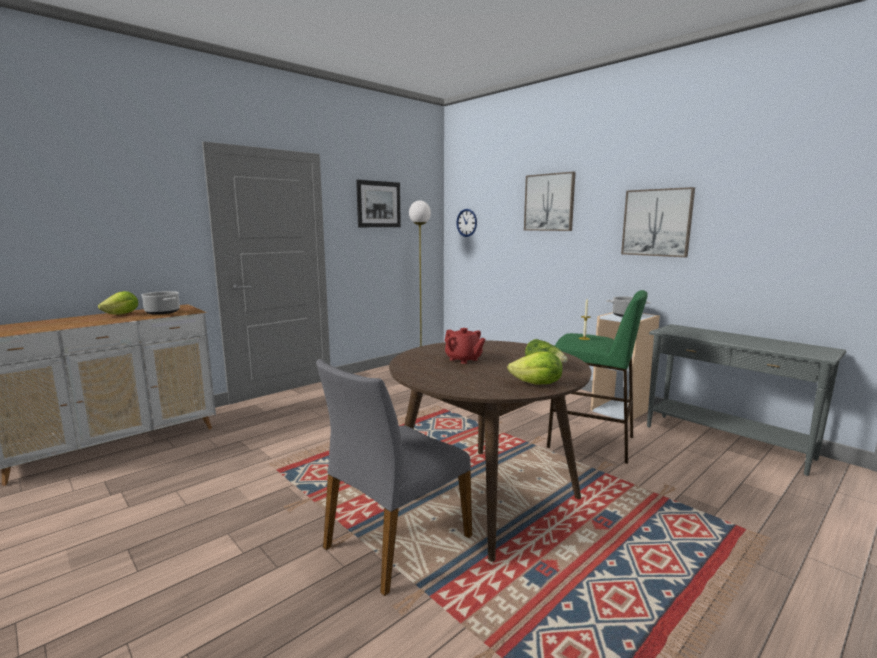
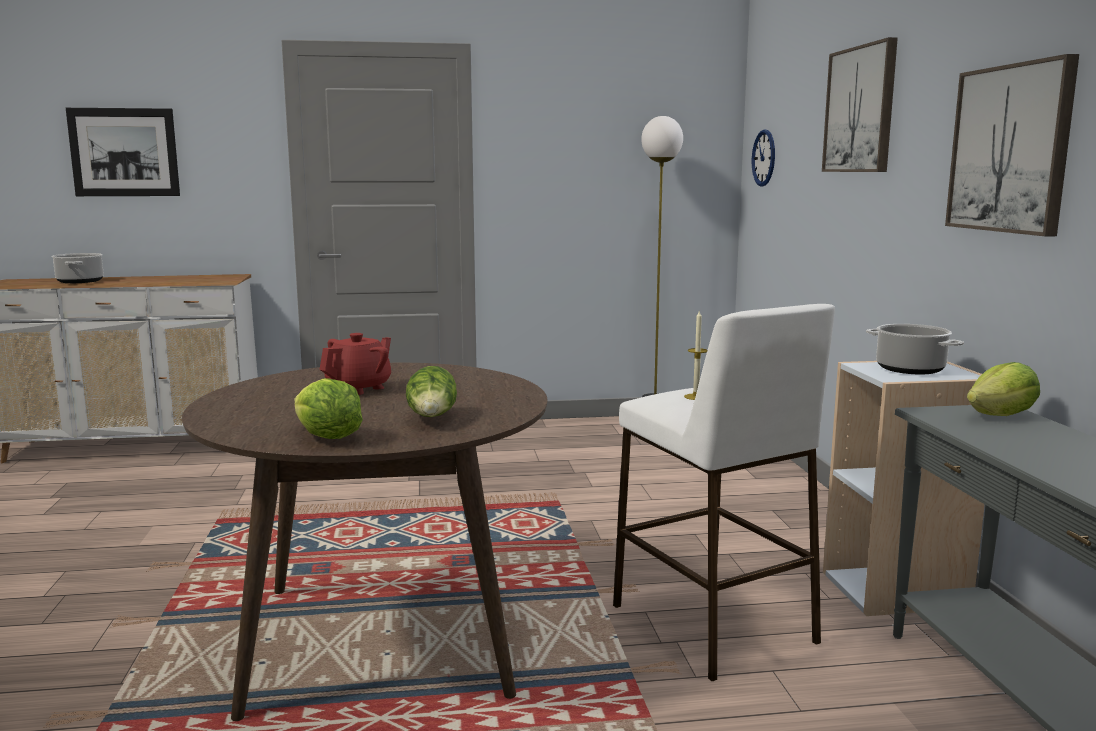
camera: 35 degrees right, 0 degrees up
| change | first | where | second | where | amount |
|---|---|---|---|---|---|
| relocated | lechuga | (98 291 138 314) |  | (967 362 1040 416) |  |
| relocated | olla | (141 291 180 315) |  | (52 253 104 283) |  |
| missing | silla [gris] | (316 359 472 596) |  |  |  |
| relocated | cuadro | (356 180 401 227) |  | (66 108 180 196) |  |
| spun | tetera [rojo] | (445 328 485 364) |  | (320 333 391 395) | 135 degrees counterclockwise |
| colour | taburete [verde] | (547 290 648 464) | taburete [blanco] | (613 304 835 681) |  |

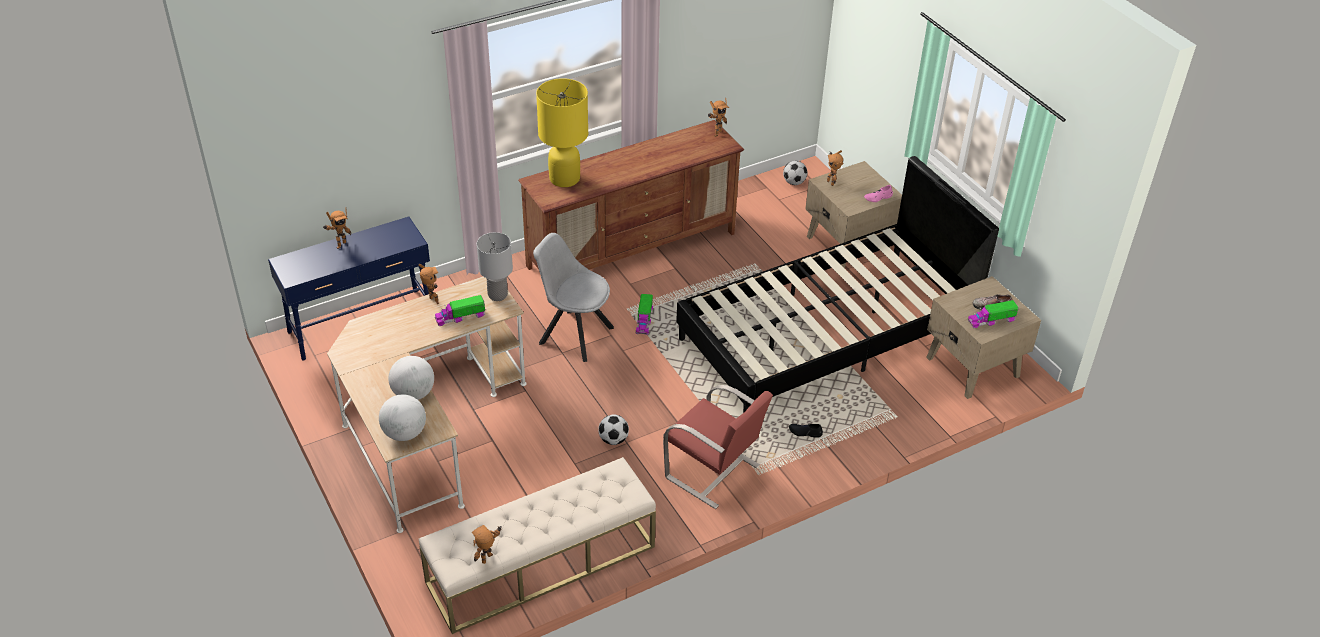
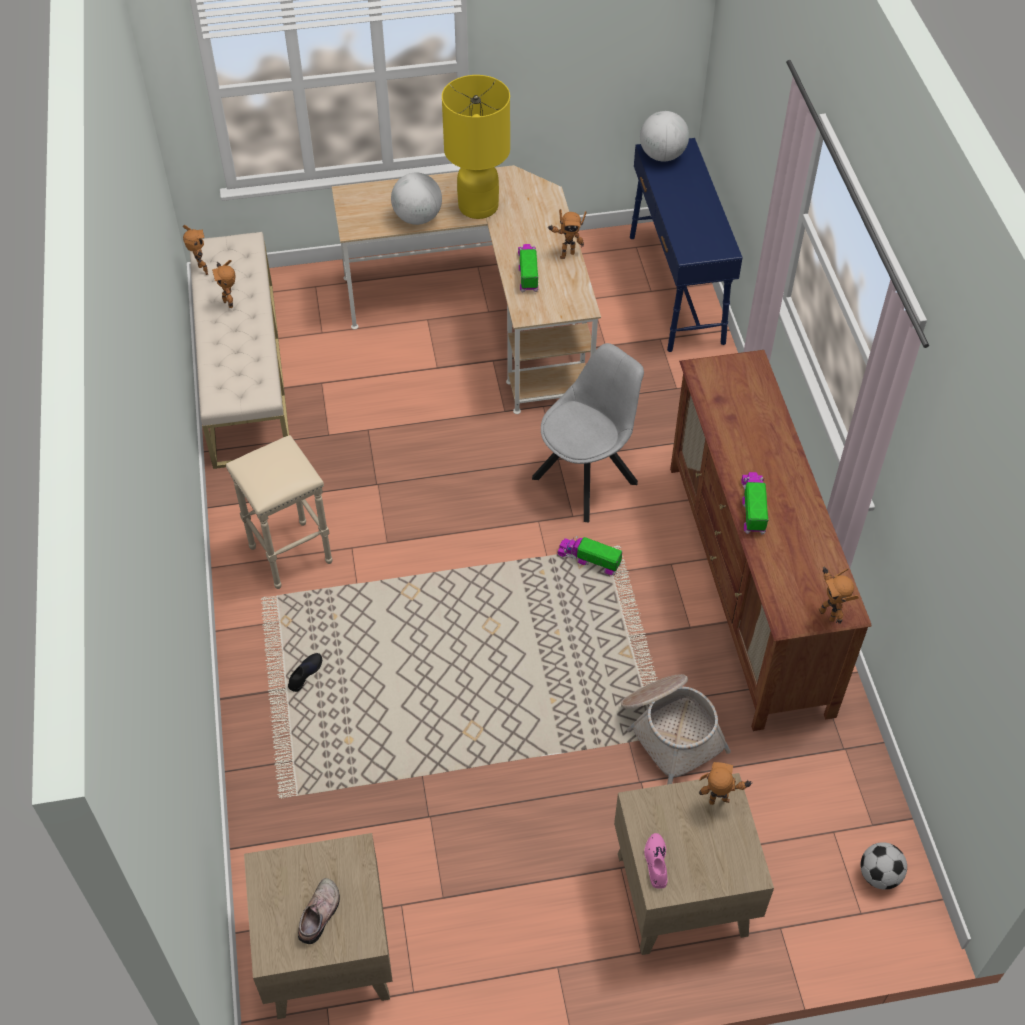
camera: 110 degrees right, 10 degrees up
| change | first | where | second | where | amount |
|---|---|---|---|---|---|
| relocated | robot de juguete | (323 207 351 249) |  | (212 260 235 308) |  |
| relocated | globo terráqueo | (379 394 426 441) |  | (640 111 689 162) |  |
| missing | lámpara de mesa [gris] | (477 232 513 301) |  |  |  |
| relocated | lámpara de mesa [amarillo] | (536 78 588 187) |  | (442 75 510 219) |  |
| missing | balón de fútbol | (599 414 629 445) |  |  |  |
| exchanged | silla [rojo] | (663 385 773 509) | taburete [beis] | (226 435 332 589) |  |
| missing | cama [negro] | (676 156 999 413) |  |  |  |
| relocated | camión de juguete | (968 300 1019 328) |  | (741 472 768 535) |  |
| appeared |  |  | cesta | (621 674 731 785) |  |

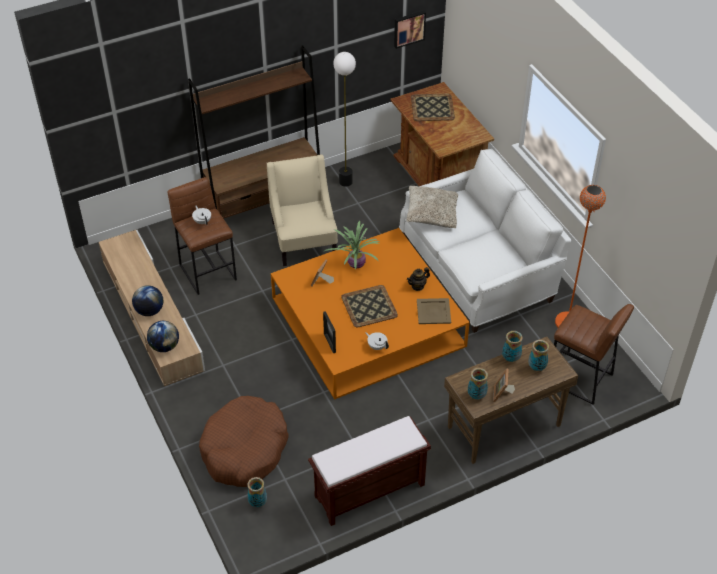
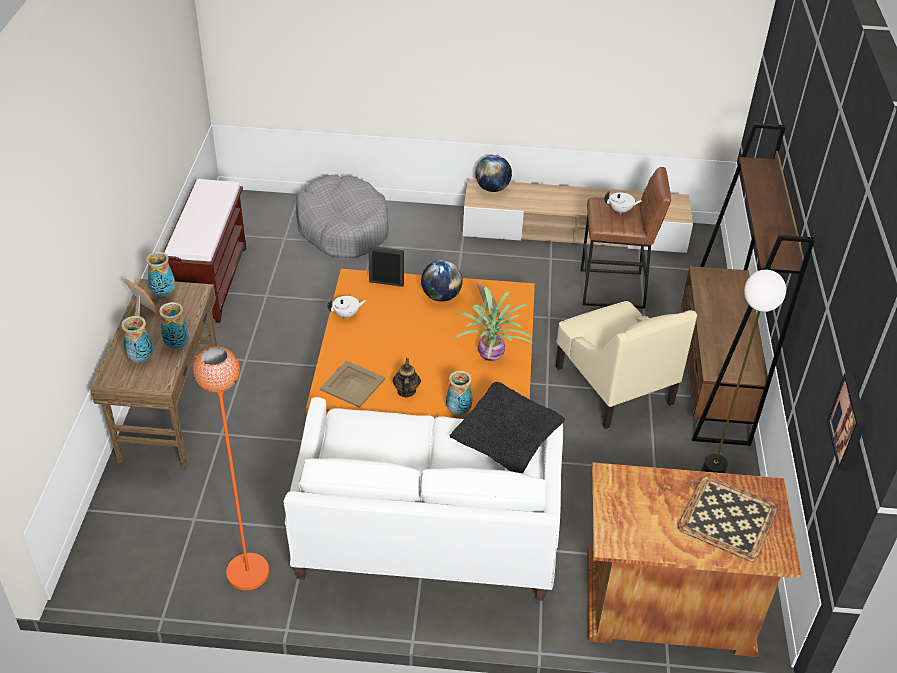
camera: 120 degrees right, 5 degrees down
| change | first | where | second | where | amount |
|---|---|---|---|---|---|
| relocated | globo terráqueo | (132 285 163 316) |  | (421 260 463 302) |  |
| colour | cama para perro [marrón] | (199 396 289 487) | cama para perro [gris] | (296 175 388 258) |  |
| relocated | florero | (247 477 267 507) |  | (446 371 473 415) |  |
| spun | sillón [beis] | (267 155 338 267) |  | (556 301 697 430) | 45 degrees clockwise |
| missing | bandeja | (341 285 398 328) |  |  |  |
| colour | cojín [beis] | (407 186 458 228) | cojín [negro] | (449 382 565 474) |  |
| missing | taburete [marrón] | (554 304 634 405) |  |  |  |

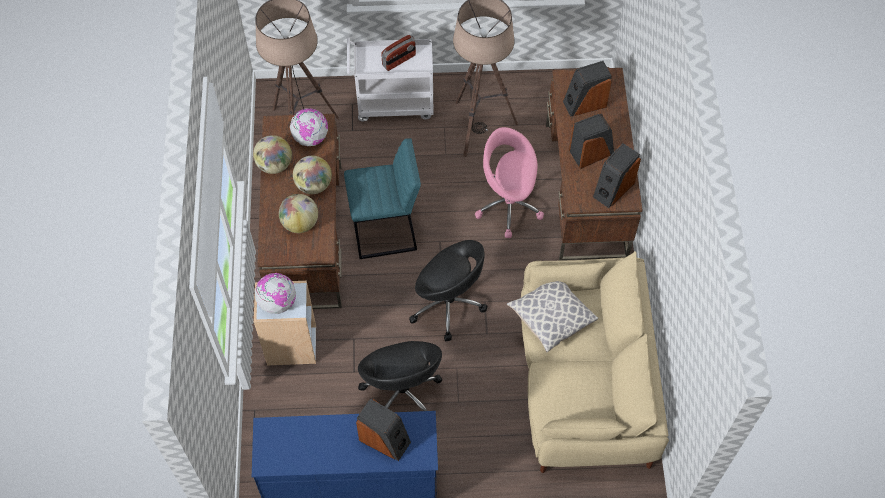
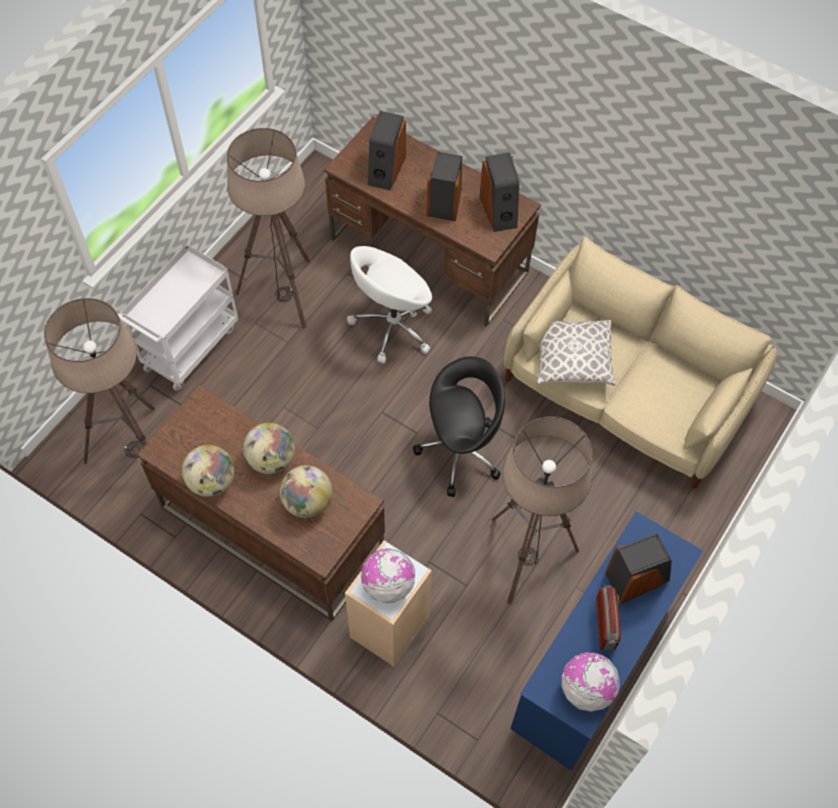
camera: 55 degrees left, 0 degrees up
| change | first | where | second | where | amount |
|---|---|---|---|---|---|
| relocated | globo terráqueo | (290 108 328 146) |  | (561 652 620 712) |  |
| missing | taburete [turquesa] | (344 138 421 259) |  |  |  |
| exchanged | silla de oficina [negro] | (358 341 442 411) | lámpara de pie | (491 417 593 605) |  |
| relocated | radio | (381 35 416 71) |  | (596 585 621 650) |  |
| colour | silla de oficina [rosa] | (475 127 544 238) | silla de oficina [blanco] | (347 246 432 364) |  |

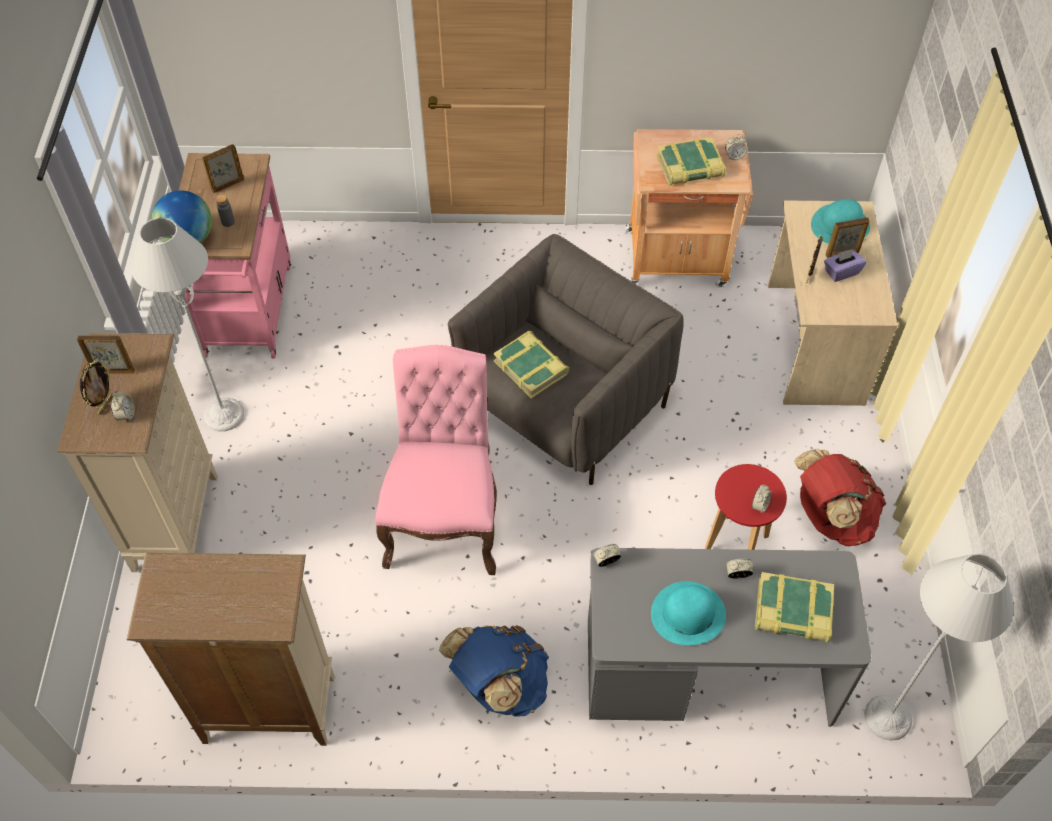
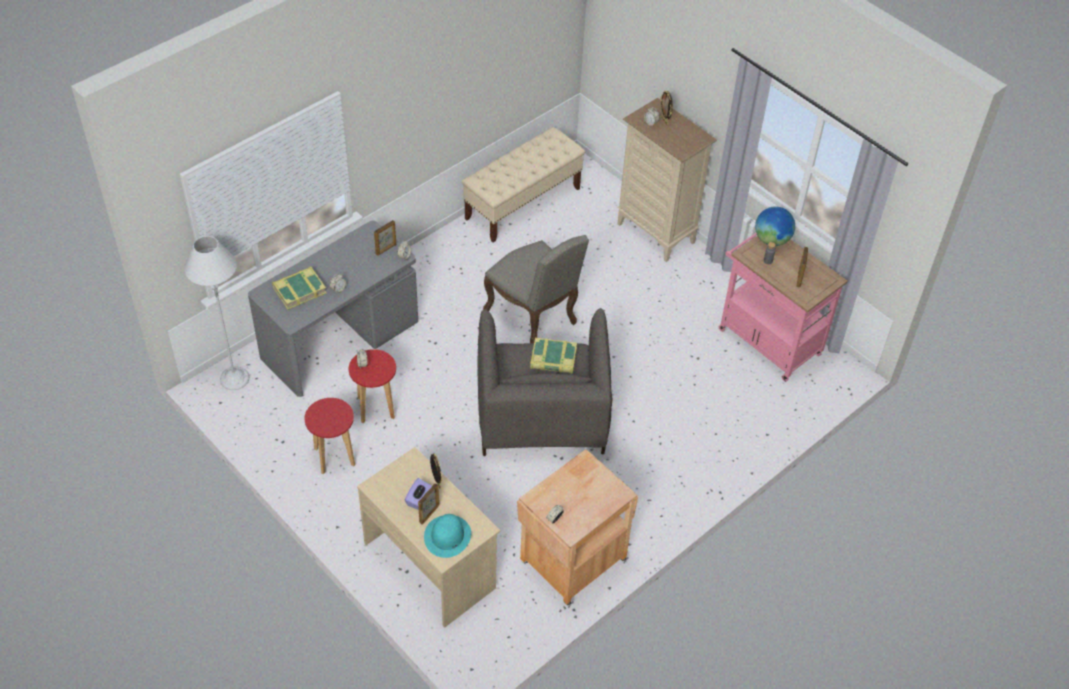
camera: 135 degrees right, 5 degrees down
| change | first | where | second | where | amount |
|---|---|---|---|---|---|
| relocated | portarretratos | (77 336 135 374) |  | (374 220 396 256) |  |
| exchanged | cómoda [beis] | (127 552 334 746) | banco [beis] | (462 127 585 243) |  |
| missing | lámpara de pie [gris] | (131 217 244 432) |  |  |  |
| colour | silla [rosa] | (375 345 497 575) | silla [gris] | (483 235 589 343) |  |
| missing | mochila [azul] | (439 625 549 717) |  |  |  |
| missing | sombrero [turquesa] | (651 581 726 645) |  |  |  |
| missing | libro | (656 137 726 186) |  |  |  |
| exchanged | mochila [rojo] | (794 449 886 546) | taburete [rojo] | (305 398 355 474) |  |

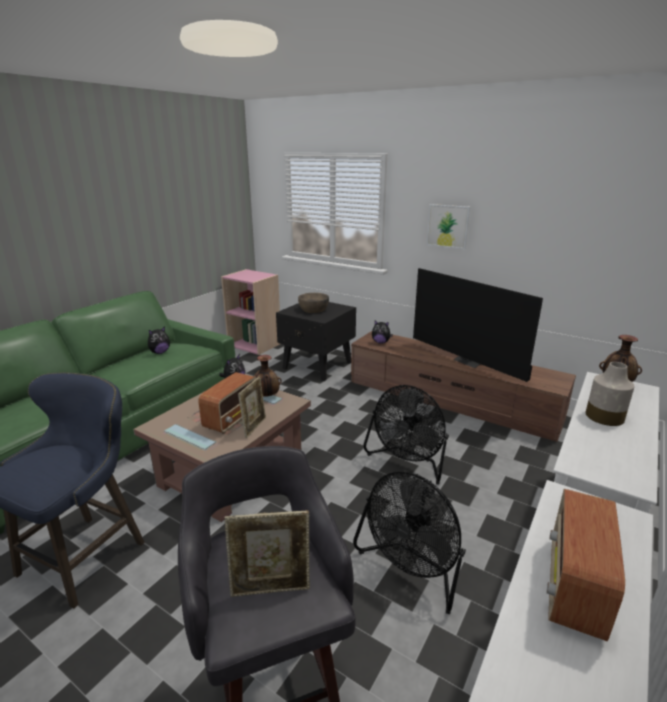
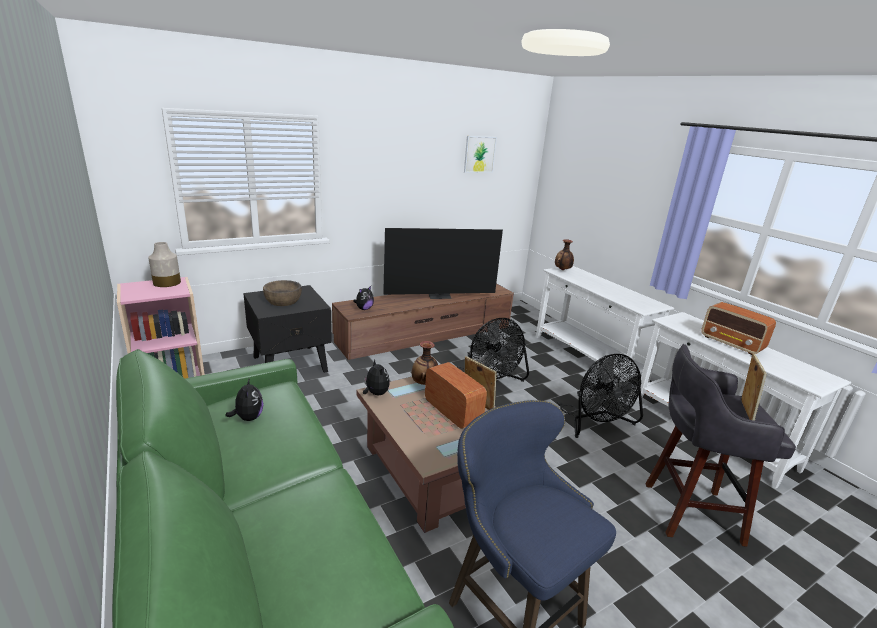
camera: 65 degrees left, 0 degrees up
| change | first | where | second | where | amount |
|---|---|---|---|---|---|
| relocated | cuadro | (427 204 470 249) |  | (464 136 497 173) |  |
| relocated | florero [beis] | (585 362 635 426) |  | (148 242 181 287) |  |

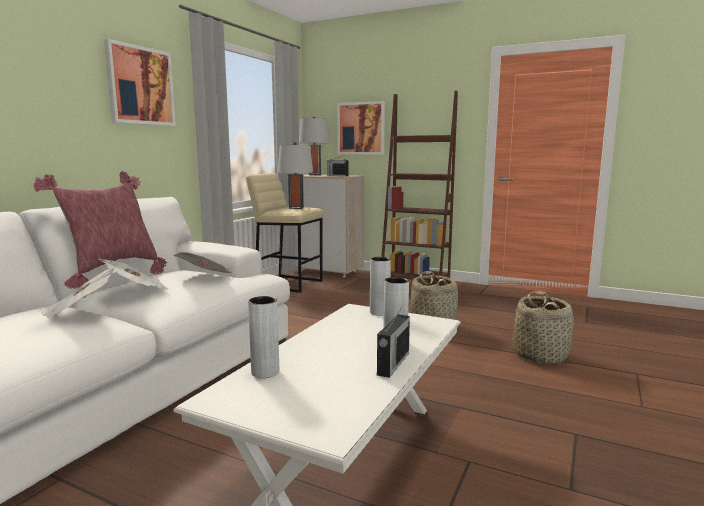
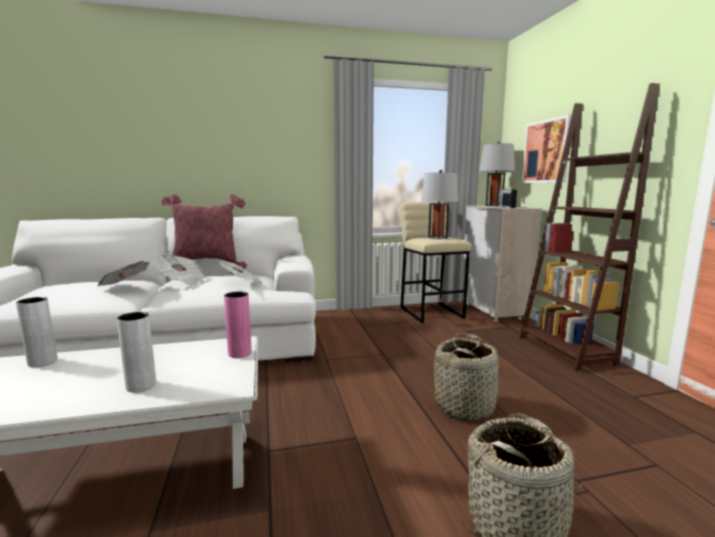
camera: 50 degrees right, 0 degrees up
| change | first | where | second | where | amount |
|---|---|---|---|---|---|
| missing | cuadro | (104 39 176 126) |  |  |  |
| colour | florero [gris] | (370 257 391 316) | florero [rosa] | (224 291 252 358) |  |
| missing | radio | (377 307 410 378) |  |  |  |

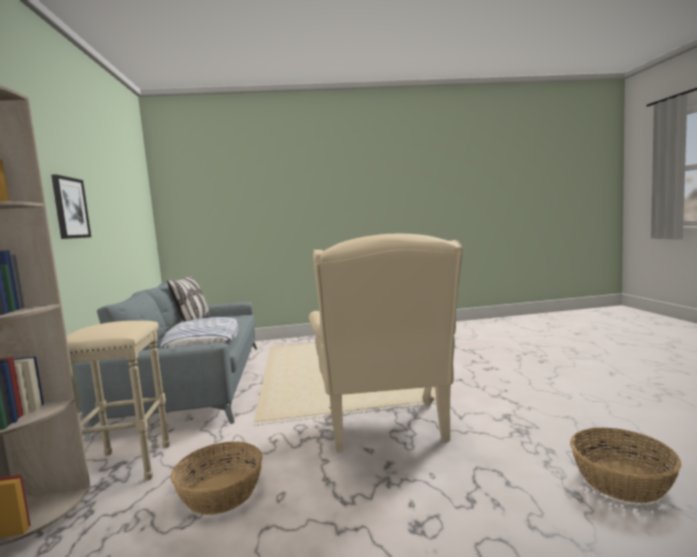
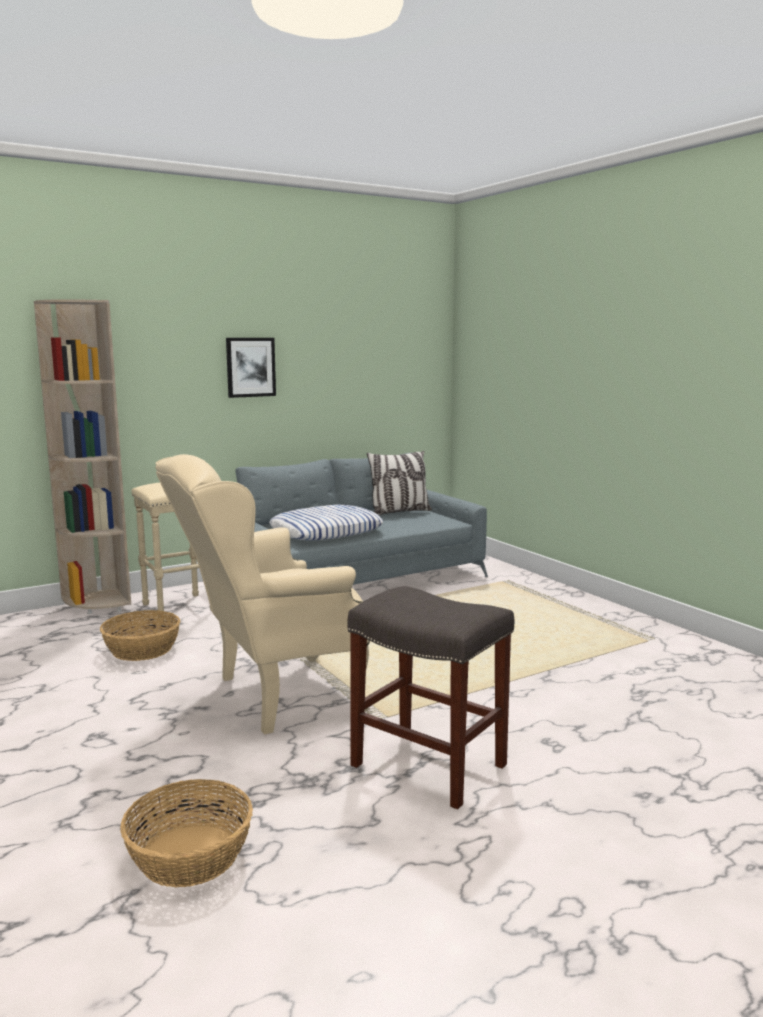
camera: 65 degrees right, 5 degrees up
| change | first | where | second | where | amount |
|---|---|---|---|---|---|
| appeared |  |  | taburete [gris] | (348 586 514 809) |  |

